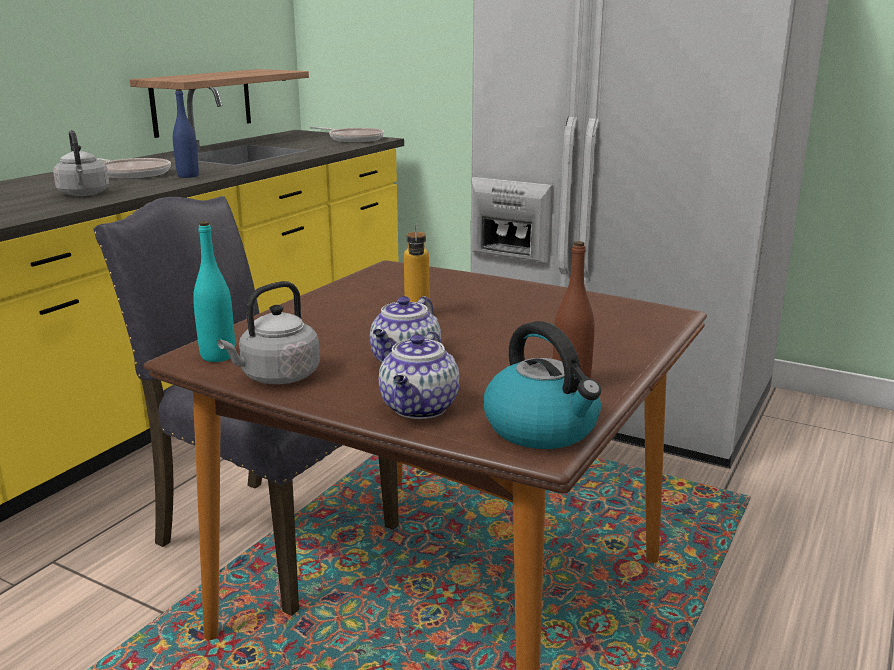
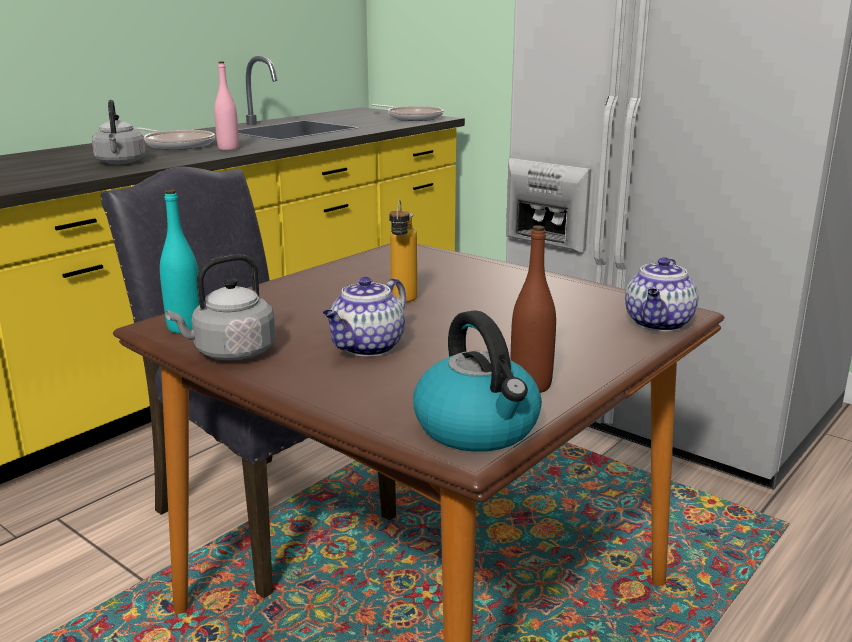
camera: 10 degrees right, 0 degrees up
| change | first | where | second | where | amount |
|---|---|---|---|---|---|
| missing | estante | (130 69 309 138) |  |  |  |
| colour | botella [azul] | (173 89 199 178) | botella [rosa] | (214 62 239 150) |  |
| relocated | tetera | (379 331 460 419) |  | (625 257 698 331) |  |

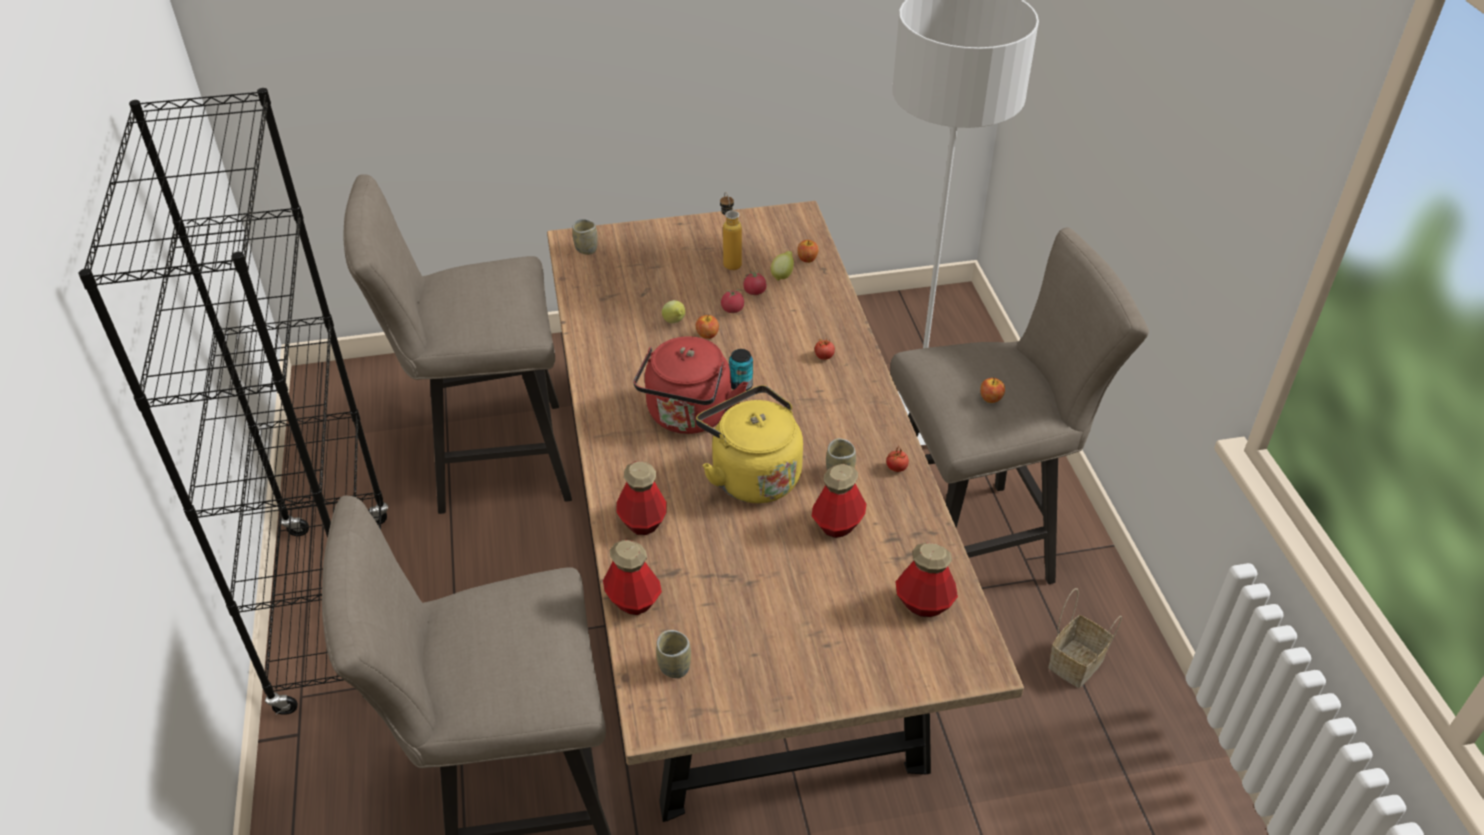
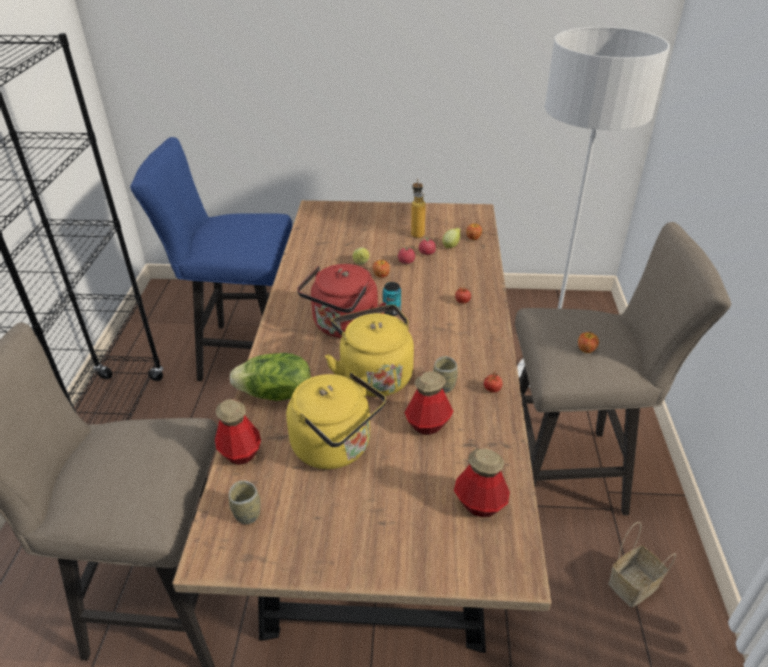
camera: 15 degrees right, 5 degrees down
| change | first | where | second | where | amount |
|---|---|---|---|---|---|
| colour | taburete [beis] | (343 174 572 514) | taburete [azul] | (130 137 292 381) |  |
| missing | taza | (572 219 598 255) |  |  |  |
| exchanged | botella | (616 461 666 535) | lechuga | (230 353 311 401) |  |
| appeared |  |  | hervidor [amarillo] | (286 372 386 469) |  |

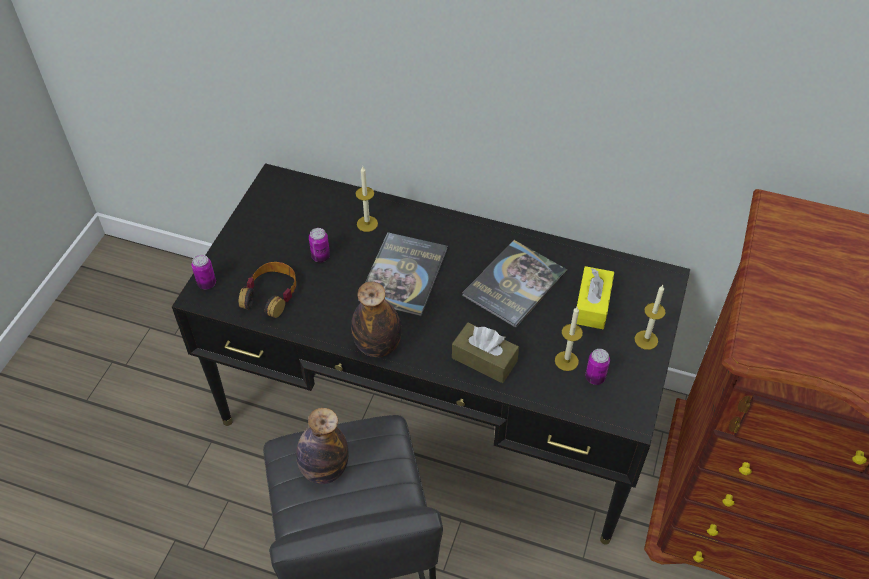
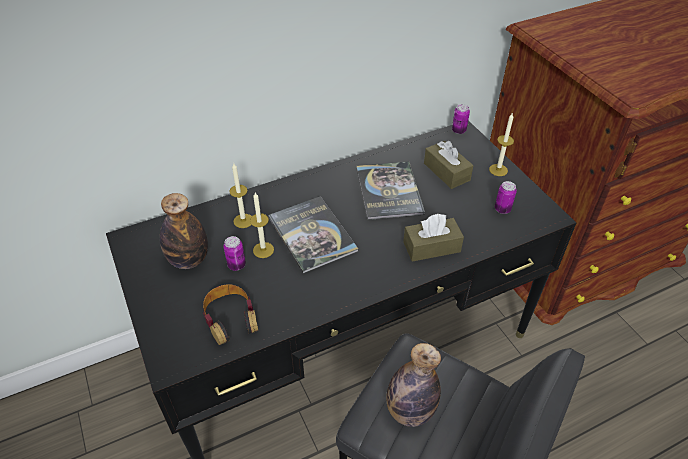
camera: 45 degrees left, 5 degrees down
| change | first | where | second | where | amount |
|---|---|---|---|---|---|
| relocated | lata | (191 254 216 289) |  | (452 104 470 134) |  |
| relocated | botella | (351 282 401 357) |  | (160 193 208 269) |  |
| relocated | vela | (555 307 583 371) |  | (250 193 274 258) |  |
| colour | caja de pañuelos [amarillo] | (577 266 614 329) | caja de pañuelos [marrón] | (424 141 474 189) |  |

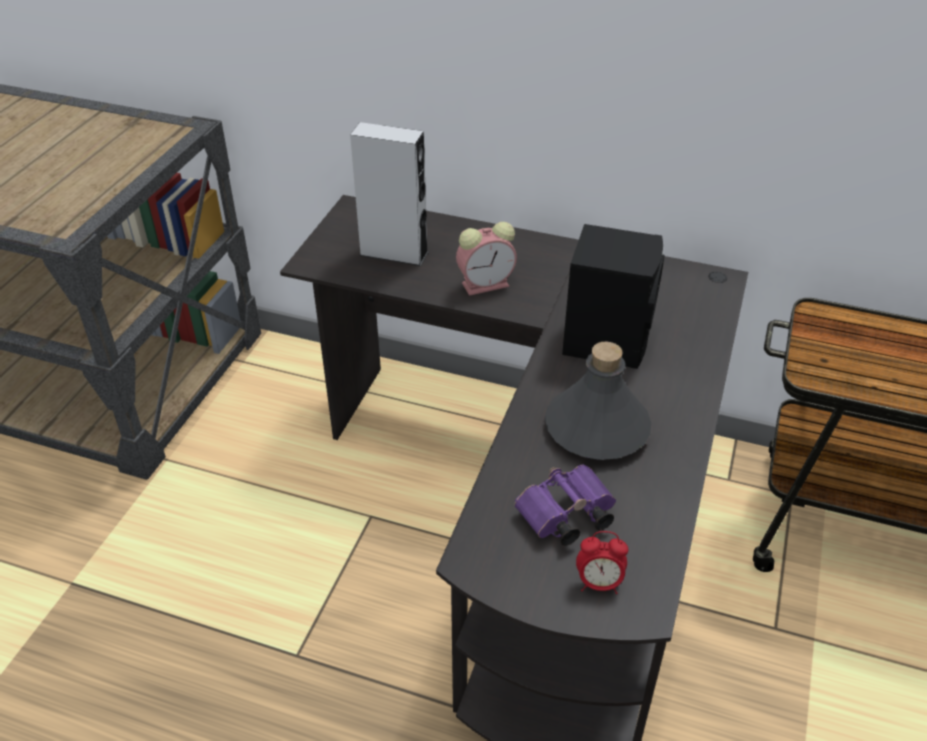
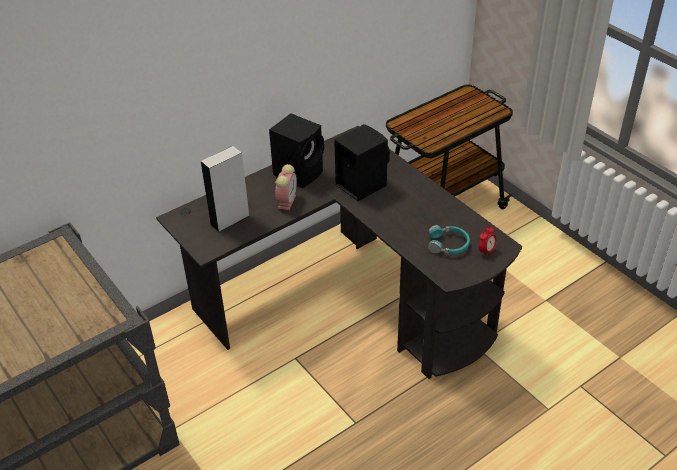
camera: 55 degrees left, 0 degrees up
| change | first | where | second | where | amount |
|---|---|---|---|---|---|
| exchanged | prismáticos [morado] | (514 465 616 546) | auriculares [turquesa] | (428 225 470 254) |  |
| missing | botella [gris] | (545 342 652 460) |  |  |  |
| appeared |  |  | altavoz [negro] | (269 113 324 188) |  |

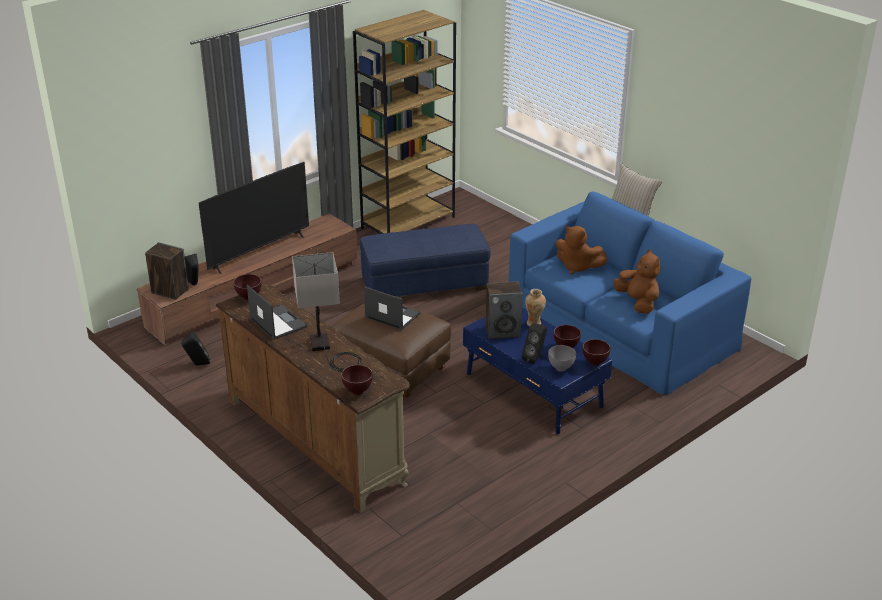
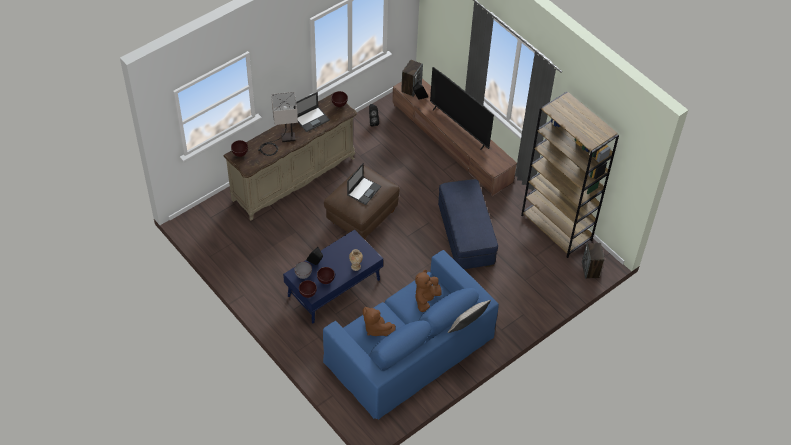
camera: 90 degrees right, 20 degrees up
| change | first | where | second | where | amount |
|---|---|---|---|---|---|
| relocated | altavoz | (486 282 523 339) |  | (582 243 605 279) |  |
| spun | peluche [marrón] | (613 249 660 314) |  | (363 307 396 336) | 75 degrees clockwise |

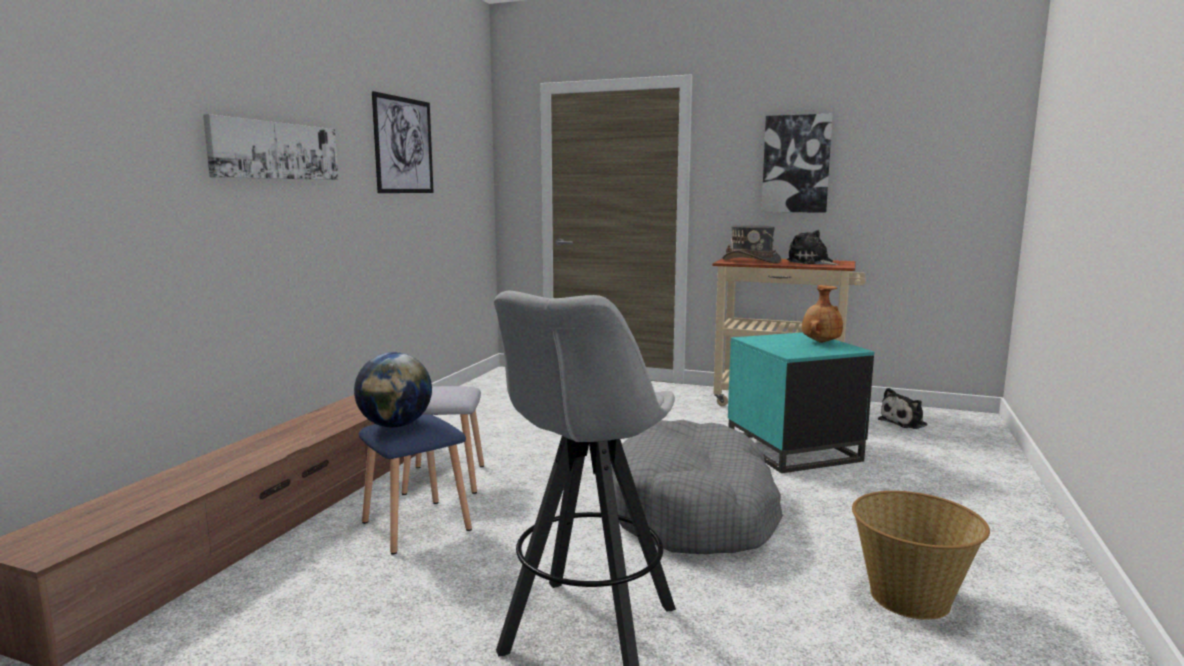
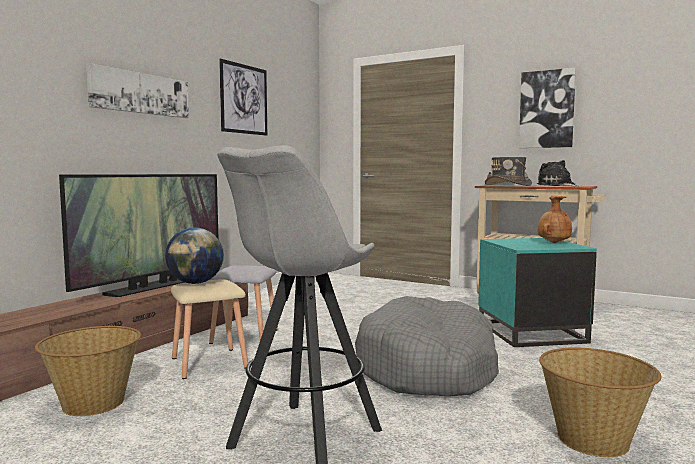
camera: 10 degrees right, 5 degrees down
| change | first | where | second | where | amount |
|---|---|---|---|---|---|
| colour | taburete [azul] | (359 414 472 554) | taburete [beis] | (171 279 248 379) |  |
| missing | peluche | (878 388 927 429) |  |  |  |
| appeared |  |  | cesta | (35 326 141 416) |  |
| appeared |  |  | televisor | (59 174 219 297) |  |

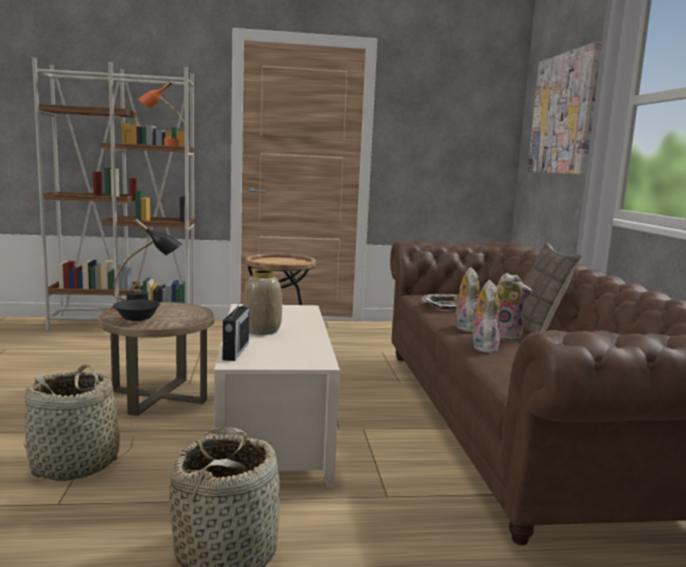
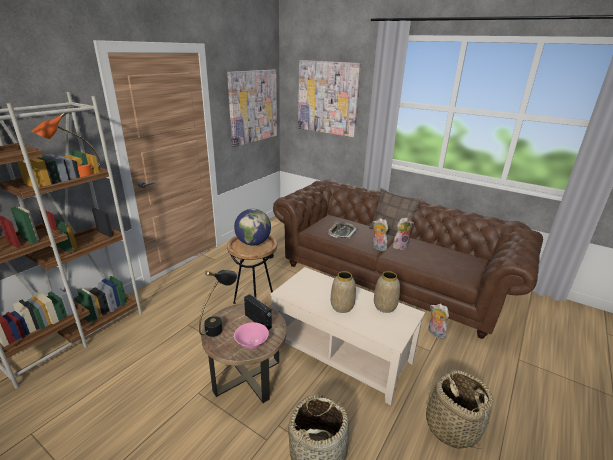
camera: 50 degrees left, 15 degrees up
| change | first | where | second | where | amount |
|---|---|---|---|---|---|
| colour | cuenco [negro] | (113 300 160 323) | cuenco [rosa] | (234 322 269 349) |  |
| relocated | radio | (223 299 249 361) |  | (244 294 272 330) |  |
| relocated | peluche | (470 280 500 353) |  | (428 304 449 339) |  |
| appeared |  |  | cuadro | (227 70 277 147) |  |
| appeared |  |  | globo terráqueo | (234 209 271 246) |  |
| appeared |  |  | florero | (374 271 400 313) |  |

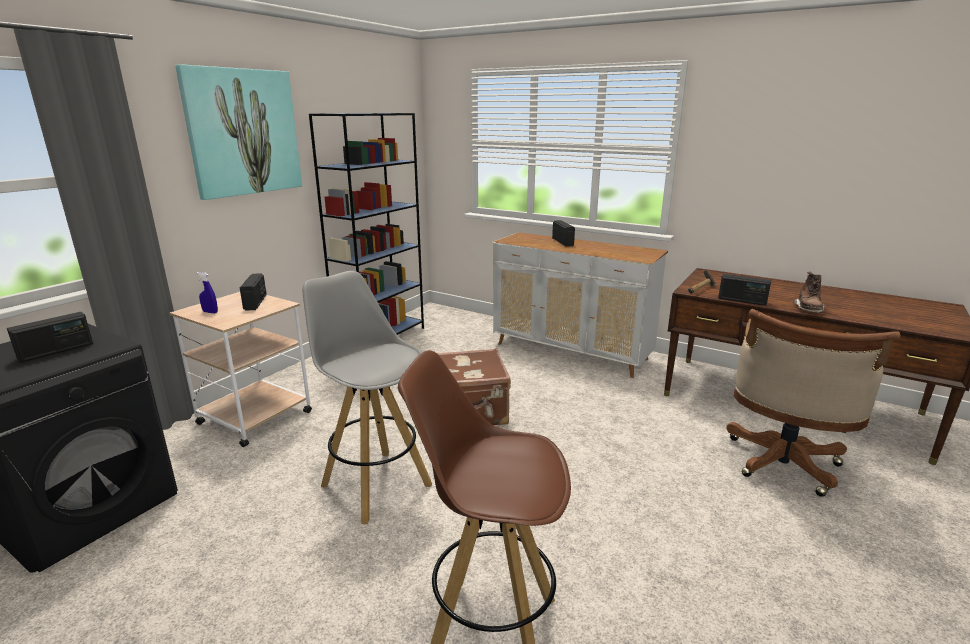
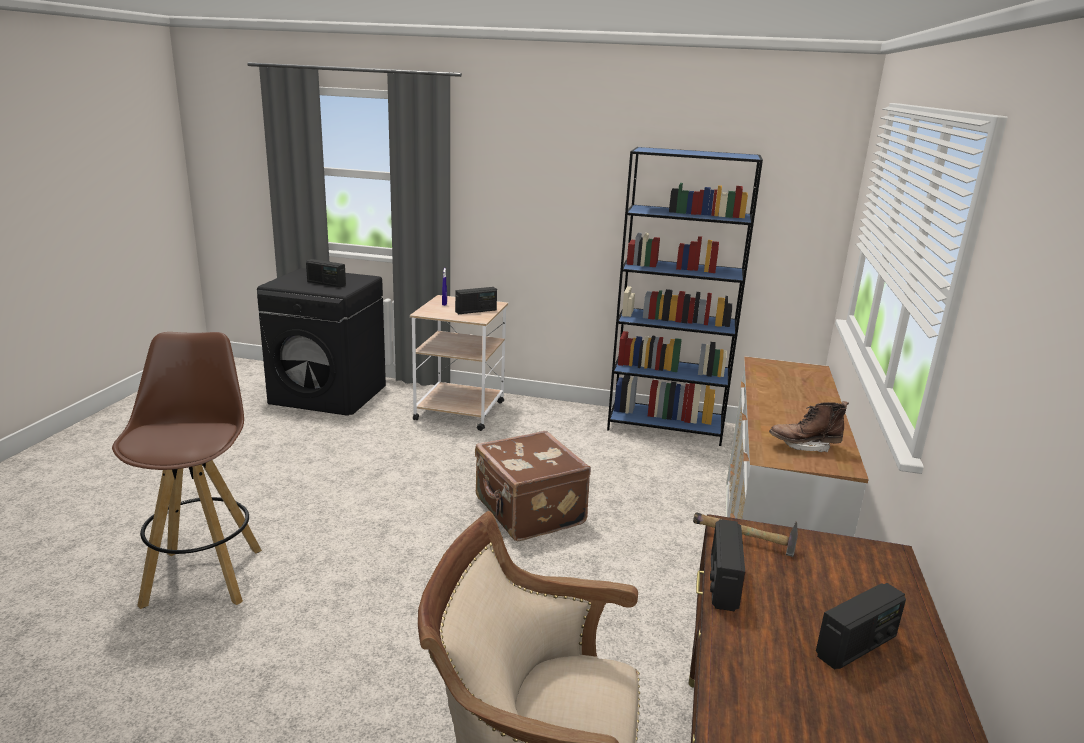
camera: 70 degrees right, 0 degrees up
| change | first | where | second | where | amount |
|---|---|---|---|---|---|
| missing | cuadro | (175 64 302 200) |  |  |  |
| missing | taburete [gris] | (302 271 432 524) |  |  |  |
| relocated | radio | (552 220 575 247) |  | (816 583 906 670) |  |
| relocated | bota [marrón] | (793 272 825 313) |  | (769 401 849 452) |  |

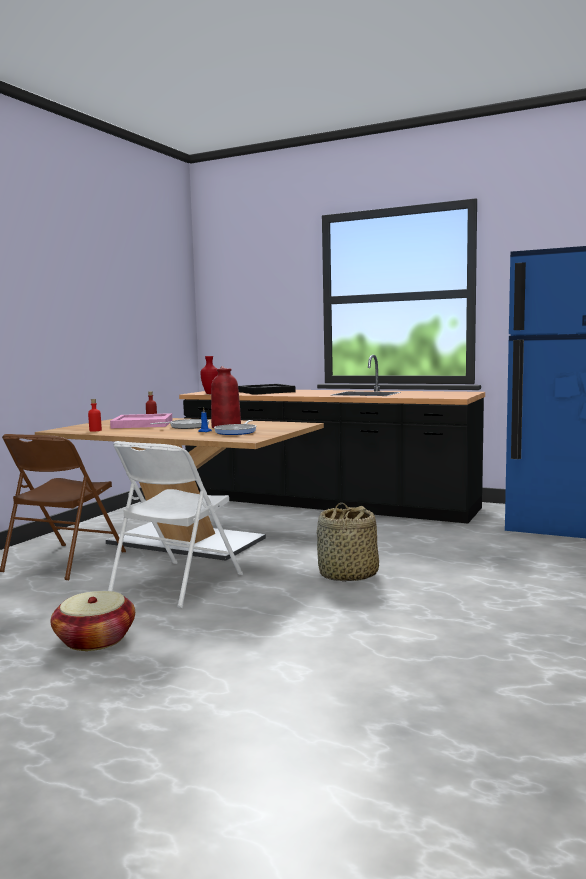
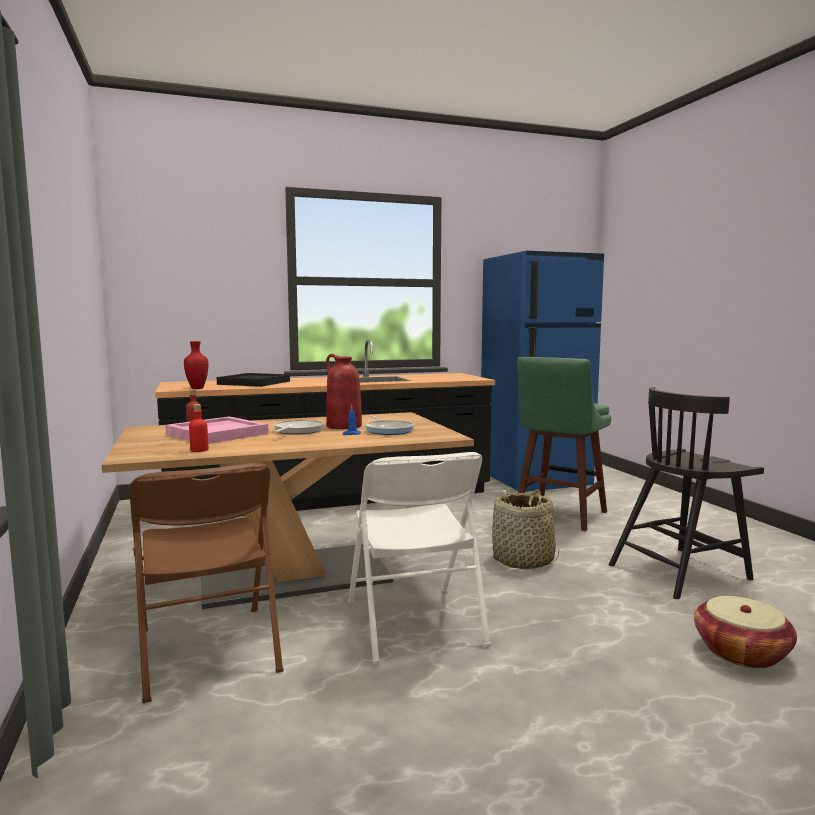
camera: 45 degrees left, 0 degrees up
| change | first | where | second | where | amount |
|---|---|---|---|---|---|
| relocated | cesta | (50 591 135 651) |  | (694 596 797 668) |  |
| appeared |  |  | taburete [verde] | (517 357 611 531) |  |
| appeared |  |  | silla [negro] | (609 387 764 599) |  |

